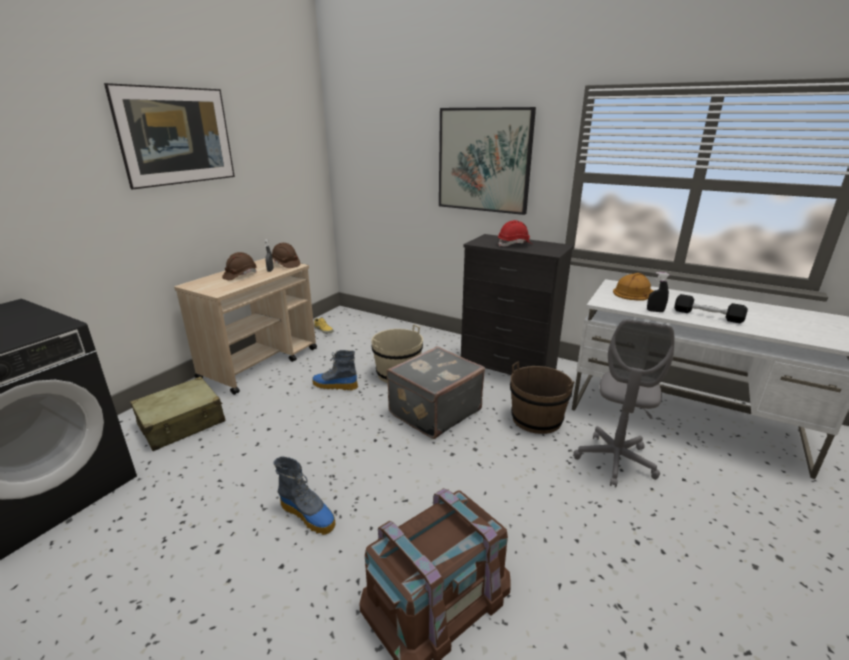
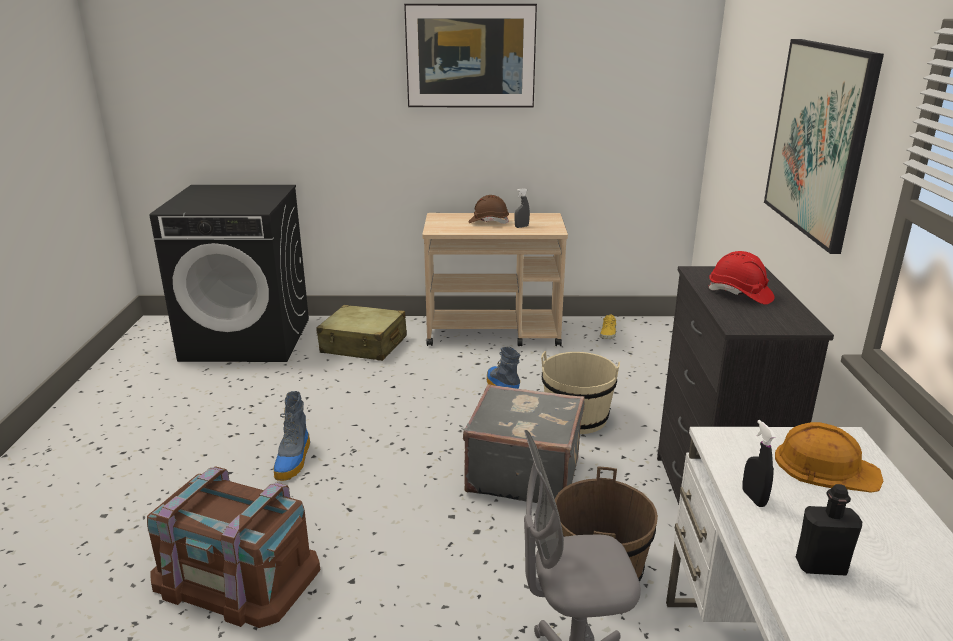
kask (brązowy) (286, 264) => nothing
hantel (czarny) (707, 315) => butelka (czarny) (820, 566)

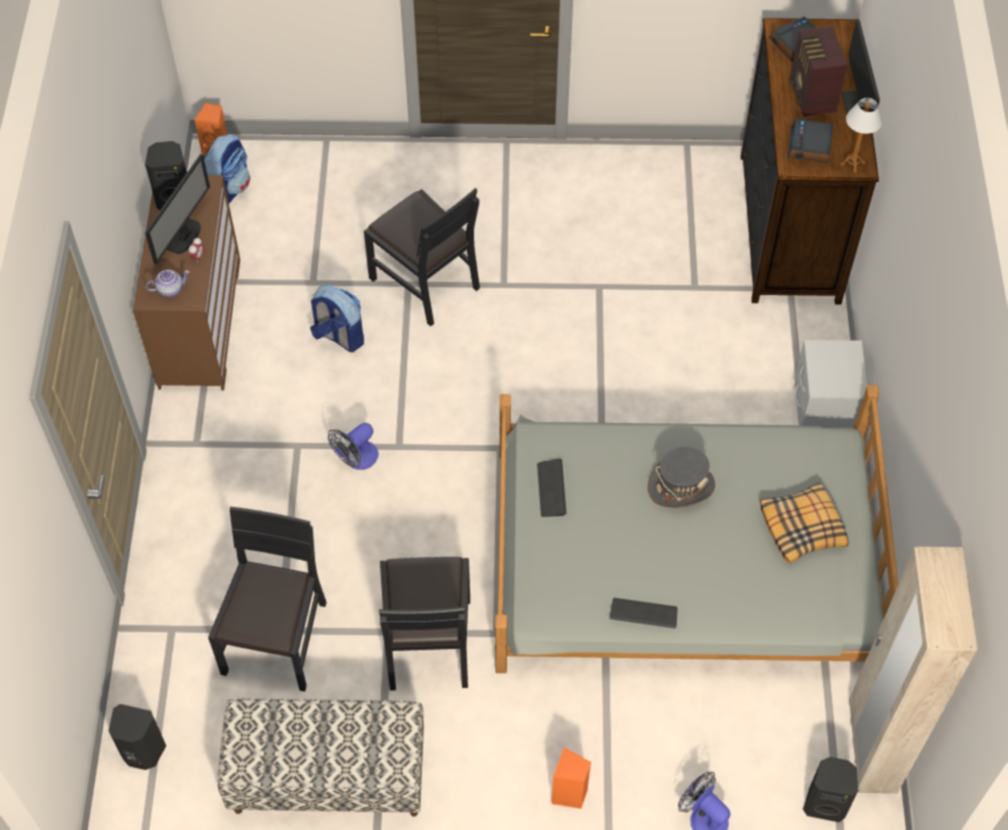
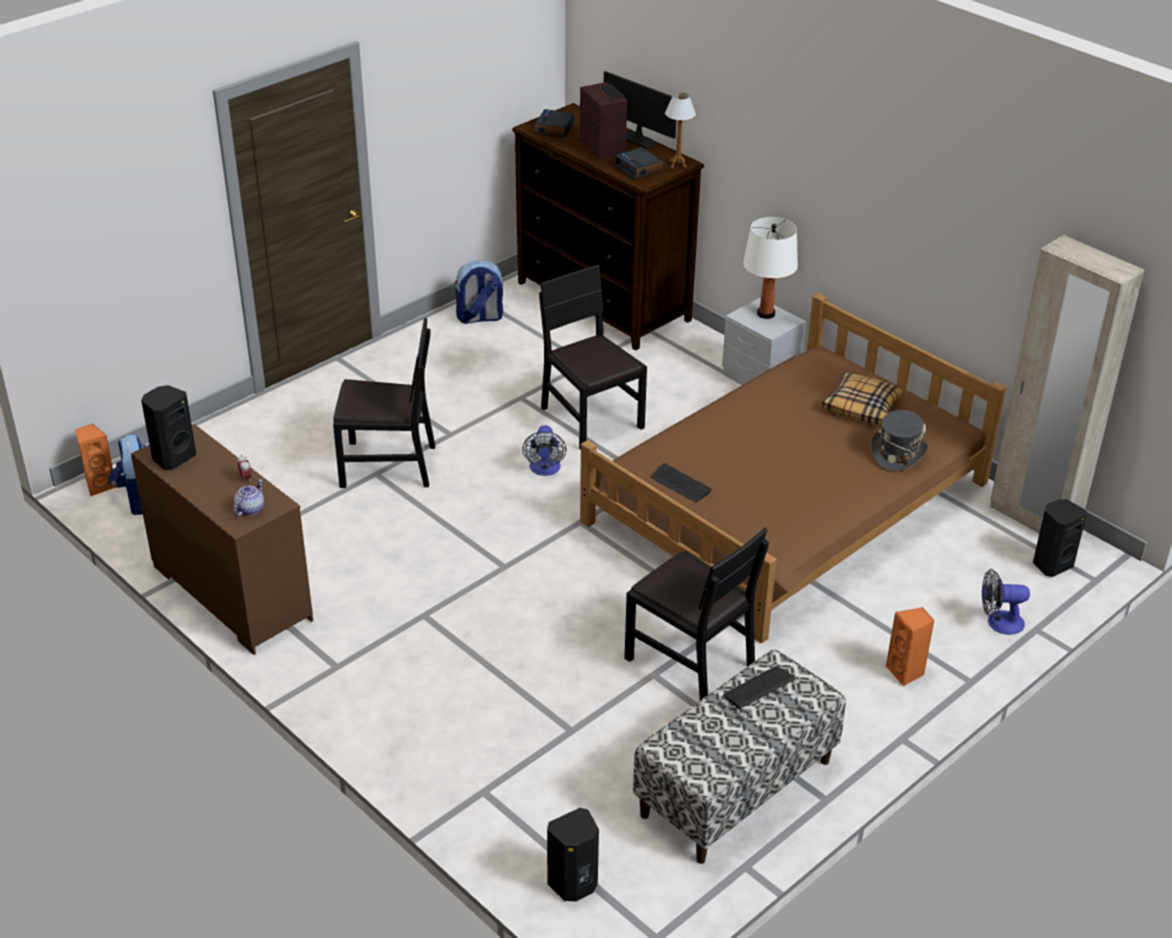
monitor (185, 237) => nothing
krzesło (czarny) (276, 639) => krzesło (czarny) (591, 419), moved
plecak (339, 336) => plecak (479, 318), moved
wentylator (356, 459) => wentylator (545, 469), moved
łóżko (szary) (680, 559) => łóżko (brązowy) (786, 503)
klawiatura (643, 613) => klawiatura (758, 688), moved
kapelusz (szary) (681, 486) => kapelusz (szary) (897, 453), moved
radio (811, 96) => radio (603, 147), 150 degrees counterclockwise
nothing => lampa stołowa (biały) (766, 314)

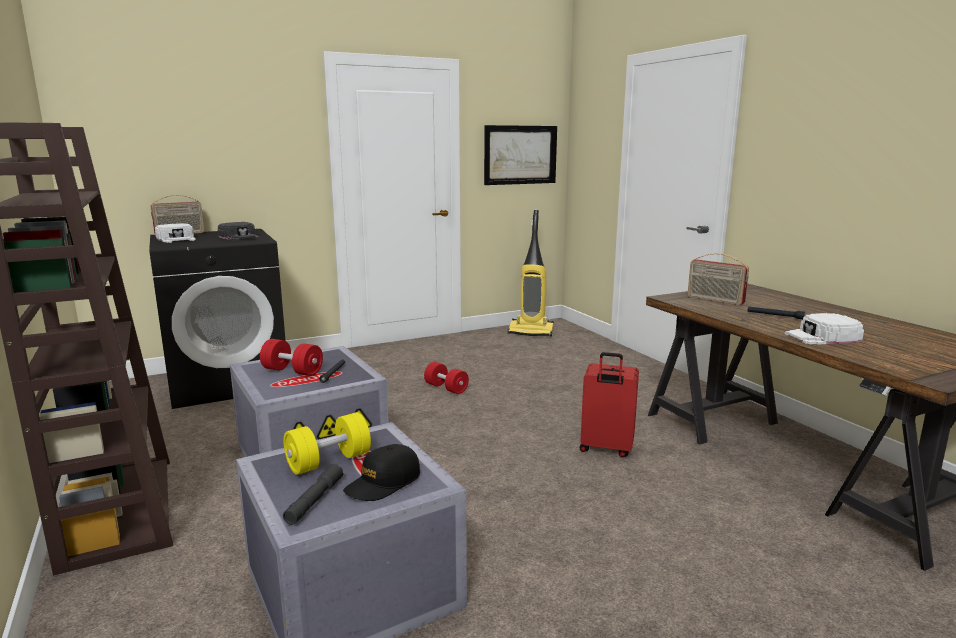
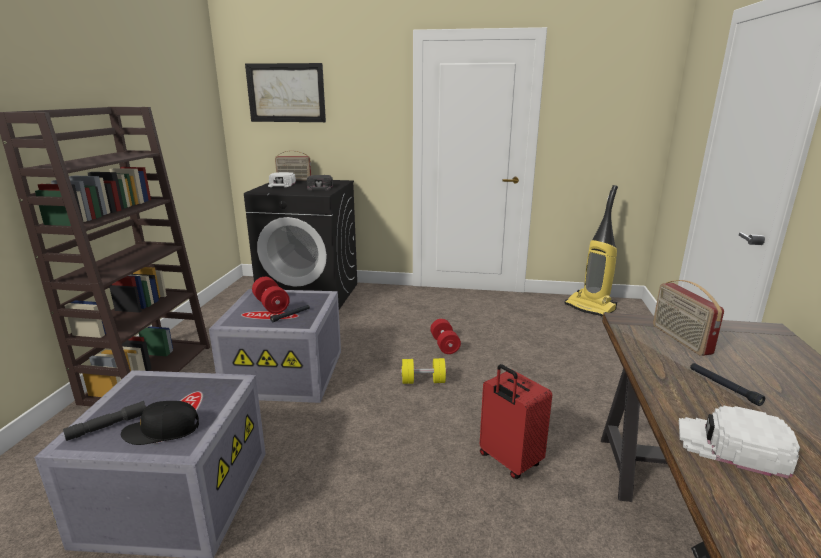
hantel (żółty) (328, 461) => hantel (żółty) (423, 381), moved
obraz (520, 155) => obraz (286, 93), moved

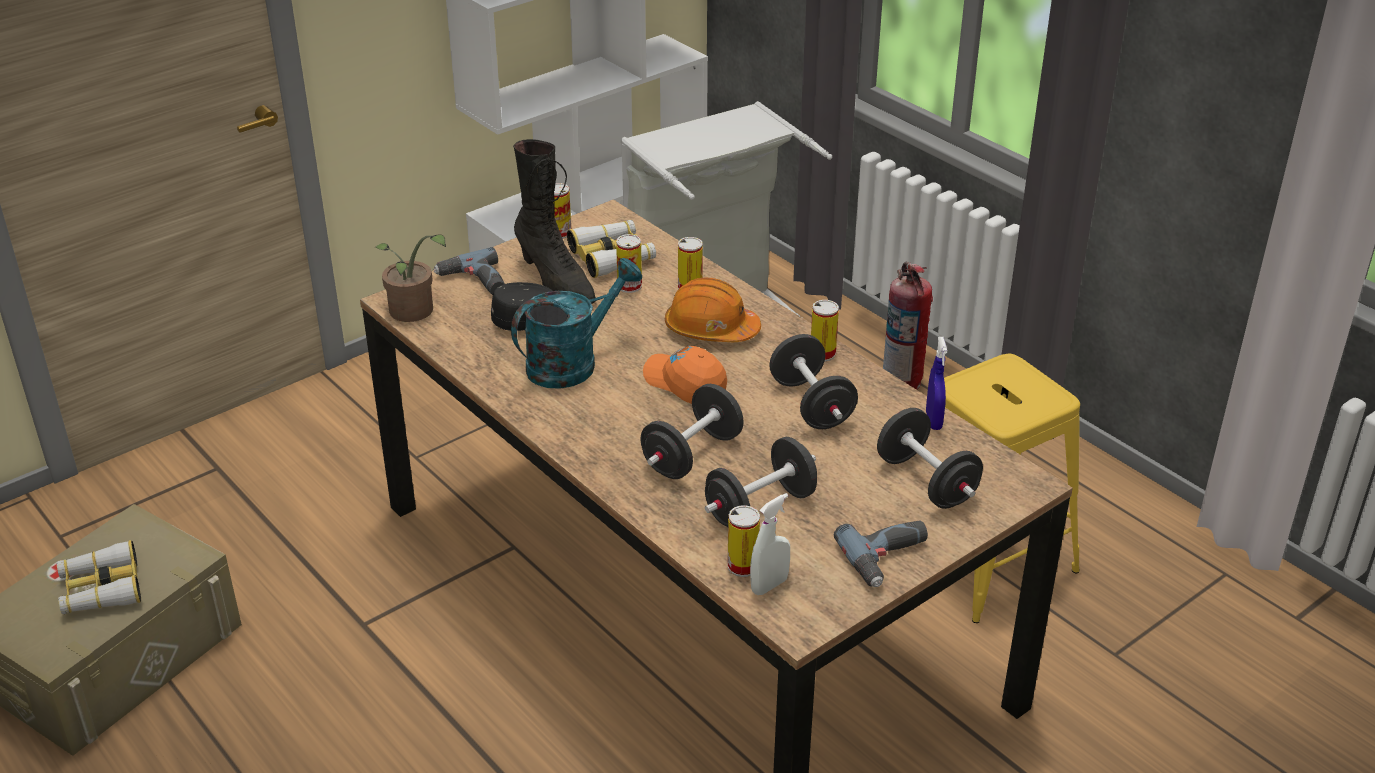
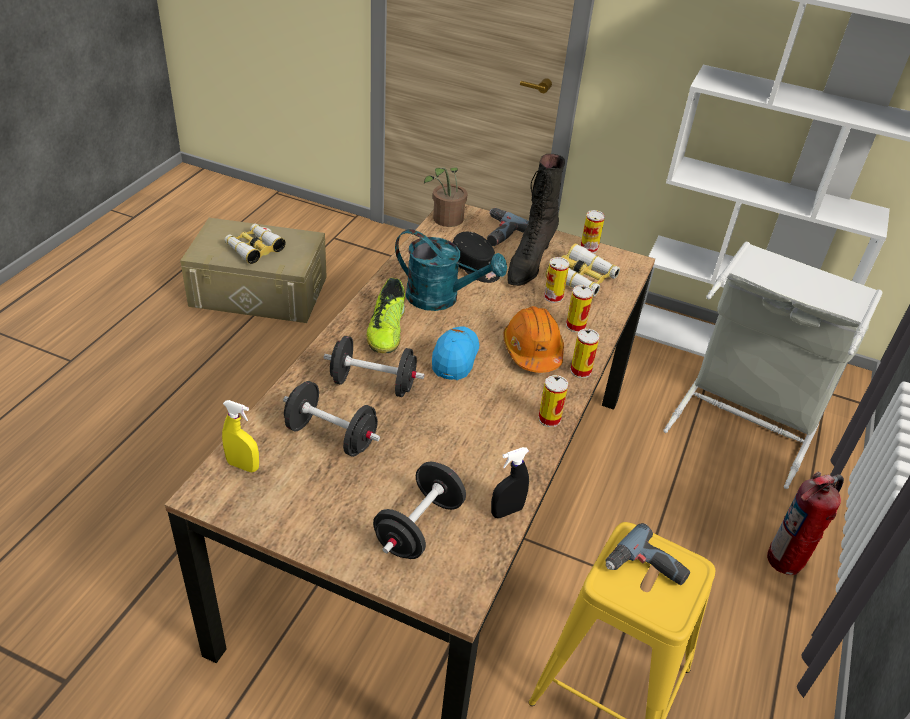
czapka z daszkiem (pomarańczowy) (685, 384) => czapka z daszkiem (niebieski) (455, 357)
puszka (742, 566) => puszka (580, 371), moved
spryskiwacz (biały) (769, 585) => spryskiwacz (żółty) (243, 466)
hantel (czarny) (811, 405) => nothing
wiertarka (889, 559) => wiertarka (646, 569), moved
spryskiwacz (niebieski) (933, 420) => spryskiwacz (czarny) (507, 511)
nothing => but (386, 330)

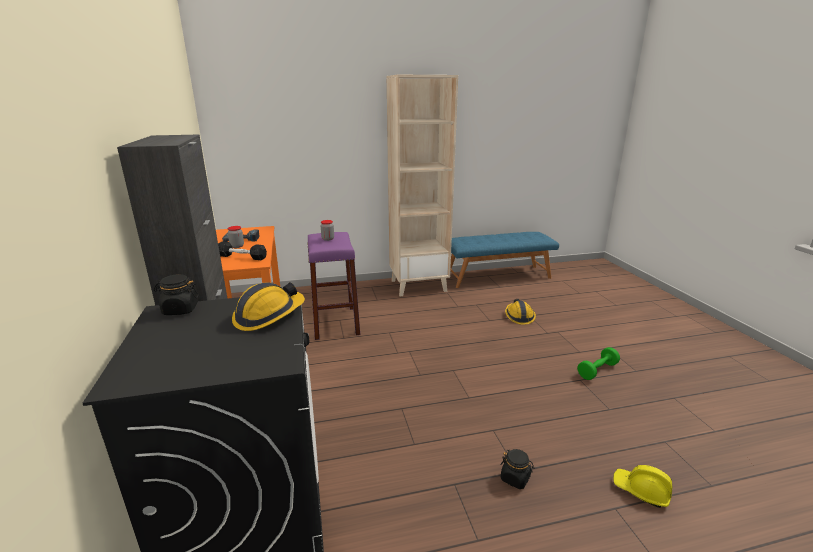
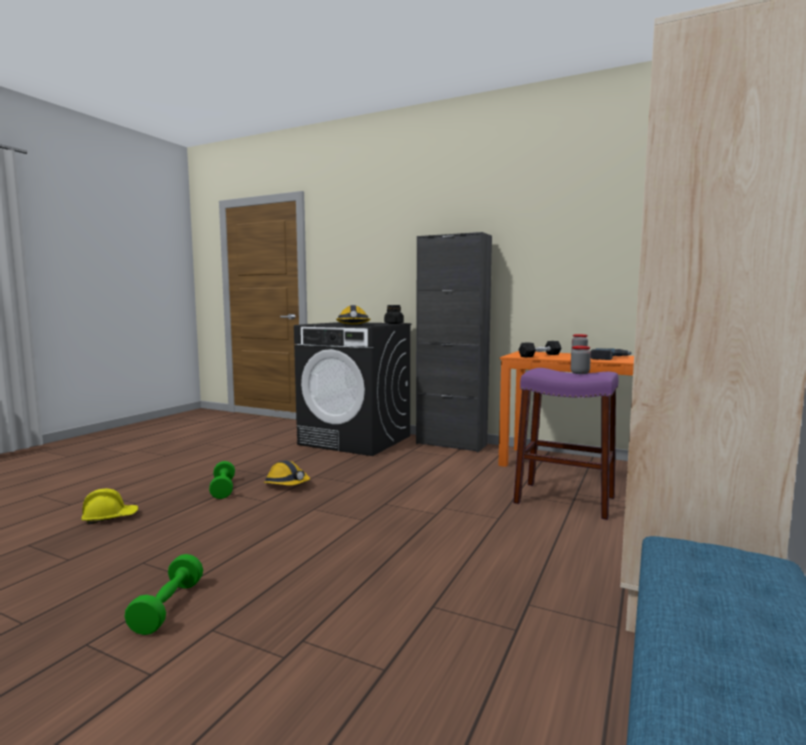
słoik (czarny) (515, 478) => hantel (zielony) (223, 489)
kask (519, 316) => kask (287, 484), moved

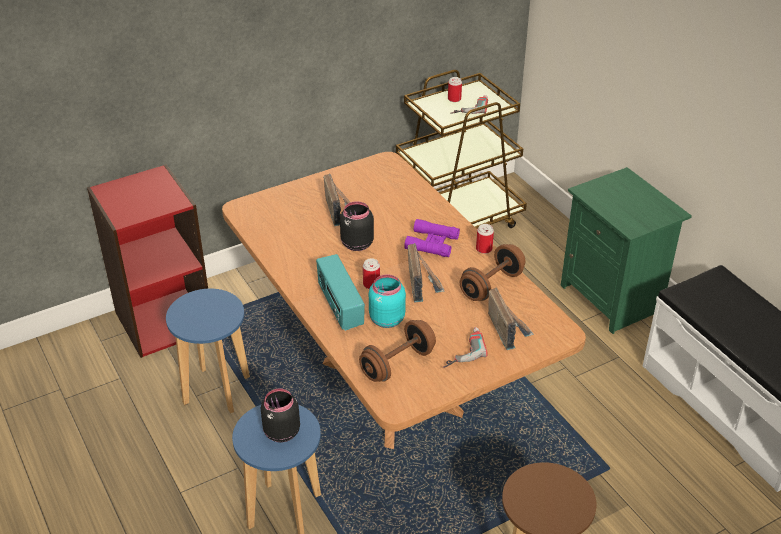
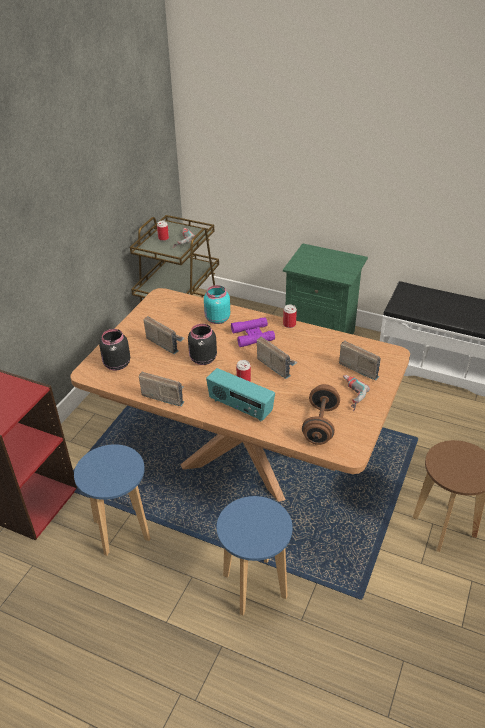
słoik (czarny) (280, 432) => słoik (czarny) (116, 365), moved
słoik (turkusowy) (385, 319) => słoik (turkusowy) (217, 319), moved
hantel (brązowy) (491, 285) => nothing
nothing => radio (164, 395)

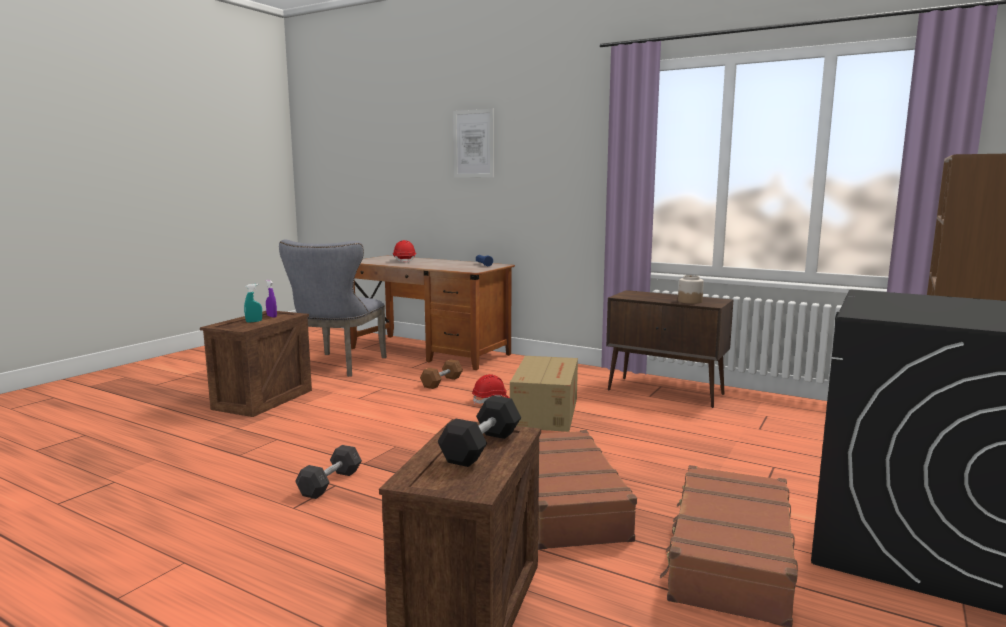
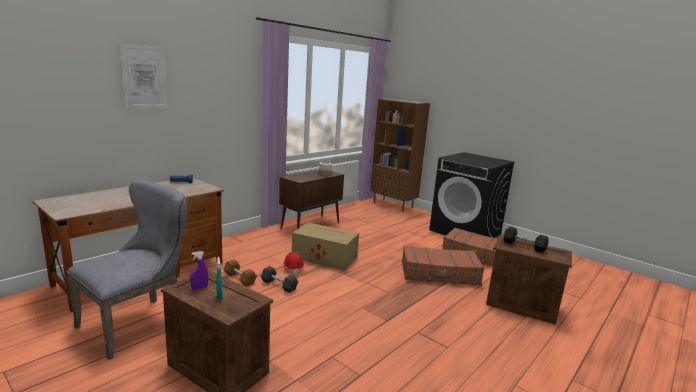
krzesło (szary) (338, 366) => krzesło (szary) (138, 322), 75 degrees counterclockwise
hantel (szary) (330, 483) => hantel (szary) (279, 285), moved
kask (czerwony) (404, 261) => nothing

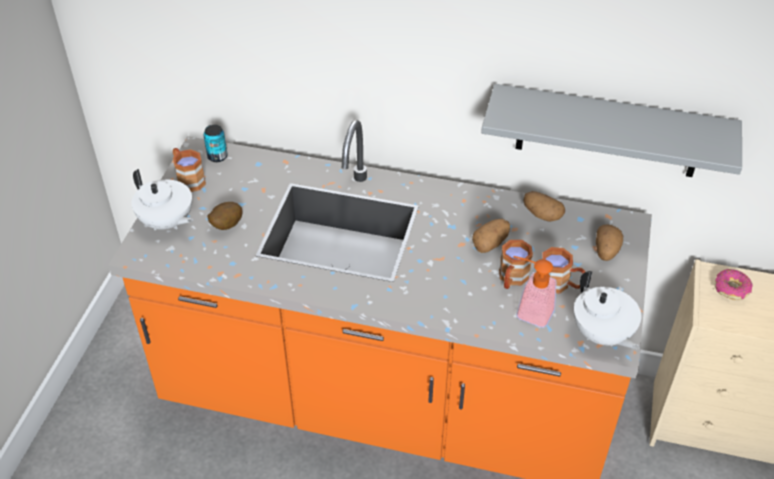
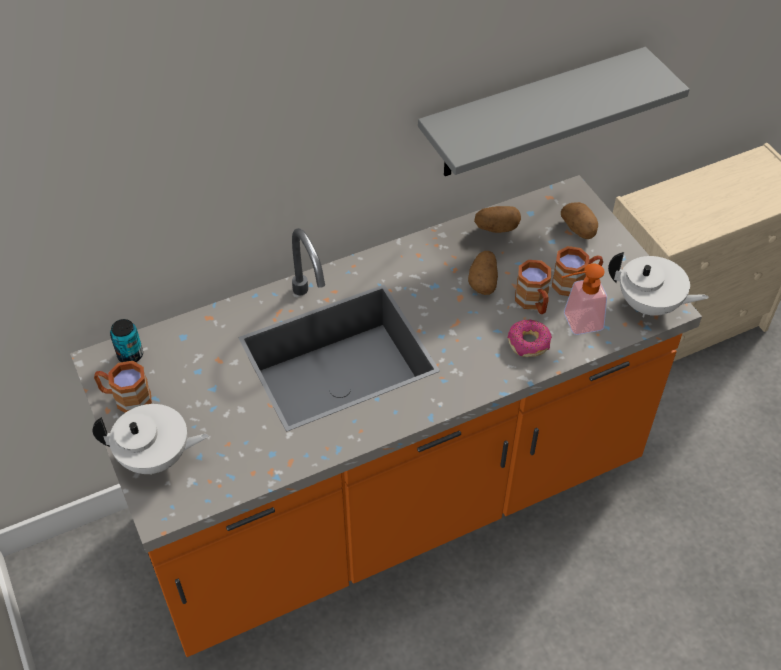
ziemniak (225, 225) => nothing
donut (731, 289) => donut (529, 343), moved

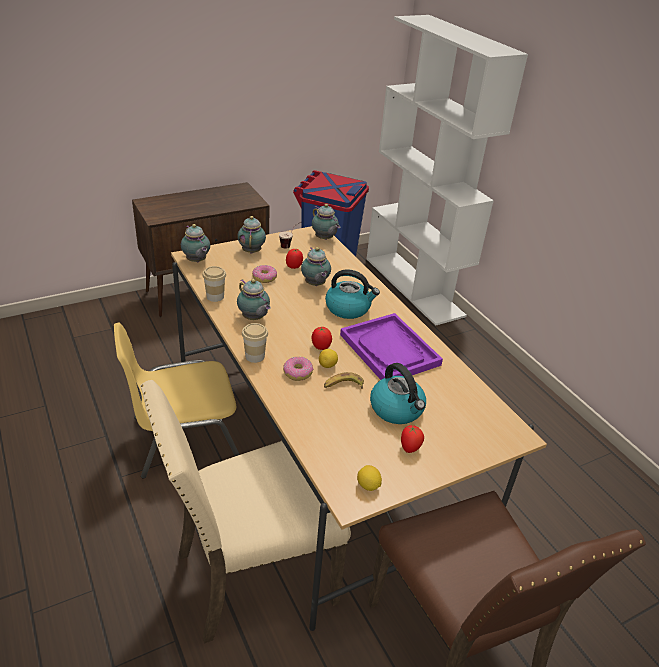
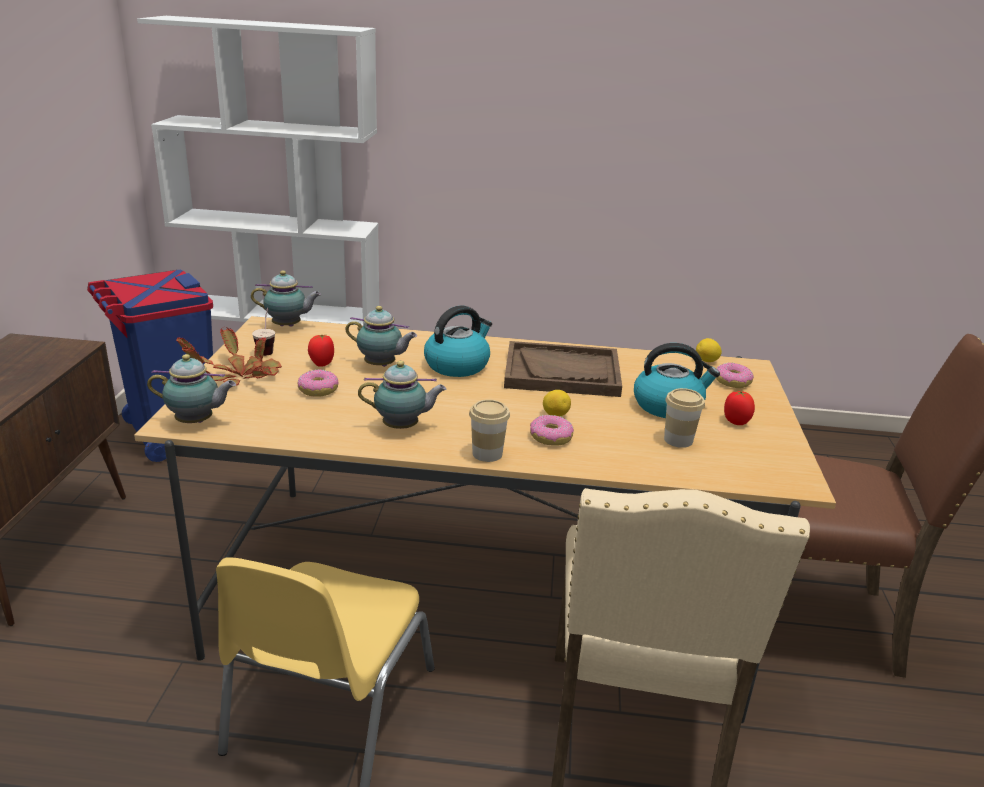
filiżanka (215, 296) => filiżanka (678, 440), moved
imbryk (252, 251) => roślina doniczkowa (238, 376)
pomidor (320, 347) => nothing
banan (343, 385) => nothing
taca (fioletowy) (390, 350) => taca (brązowy) (562, 372)
cytryna (368, 486) => cytryna (706, 361), moved
nothing => donut (732, 382)

